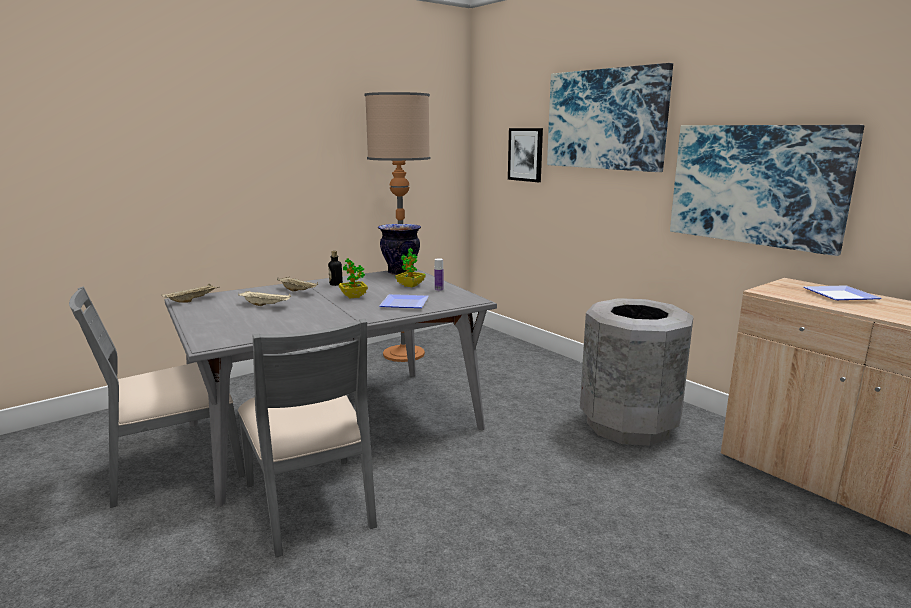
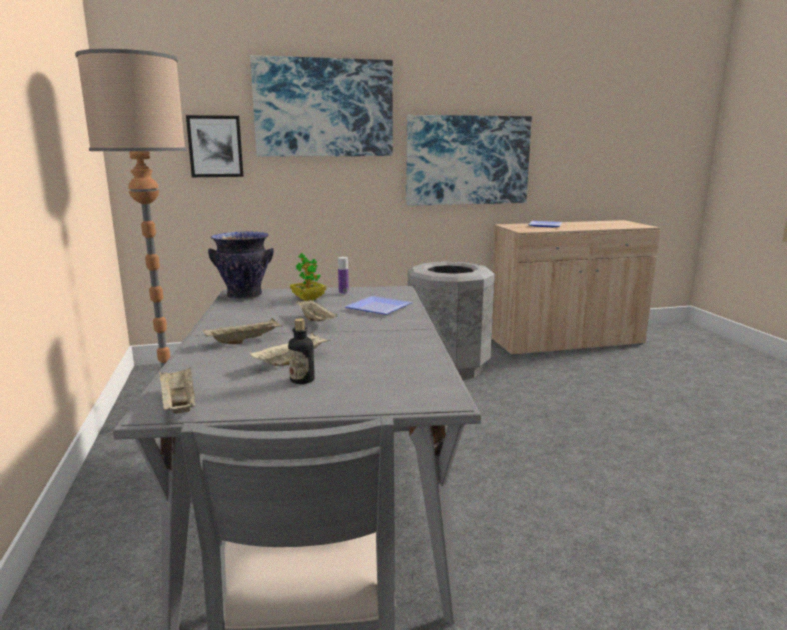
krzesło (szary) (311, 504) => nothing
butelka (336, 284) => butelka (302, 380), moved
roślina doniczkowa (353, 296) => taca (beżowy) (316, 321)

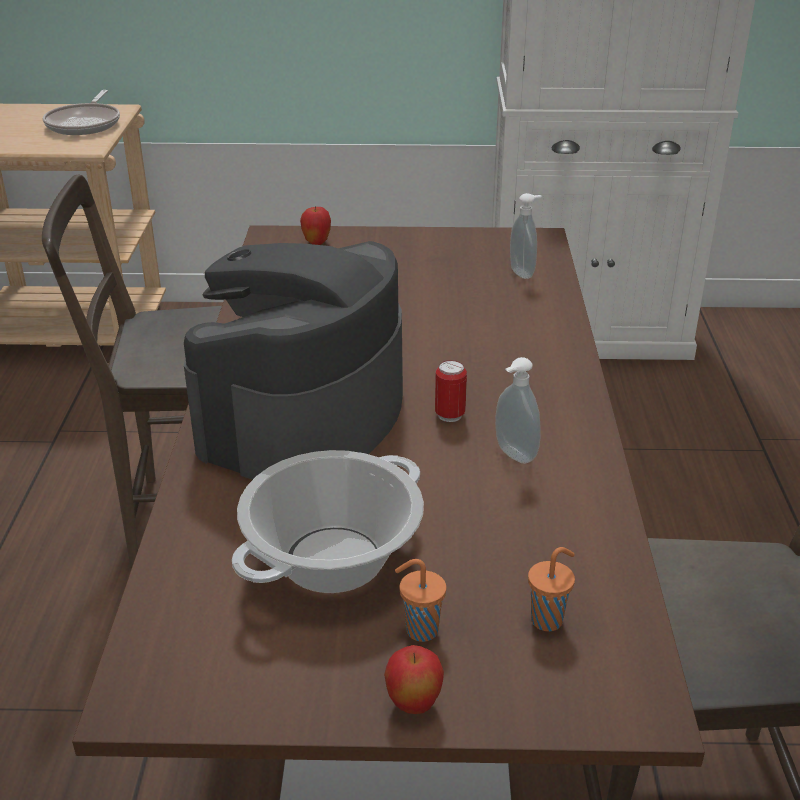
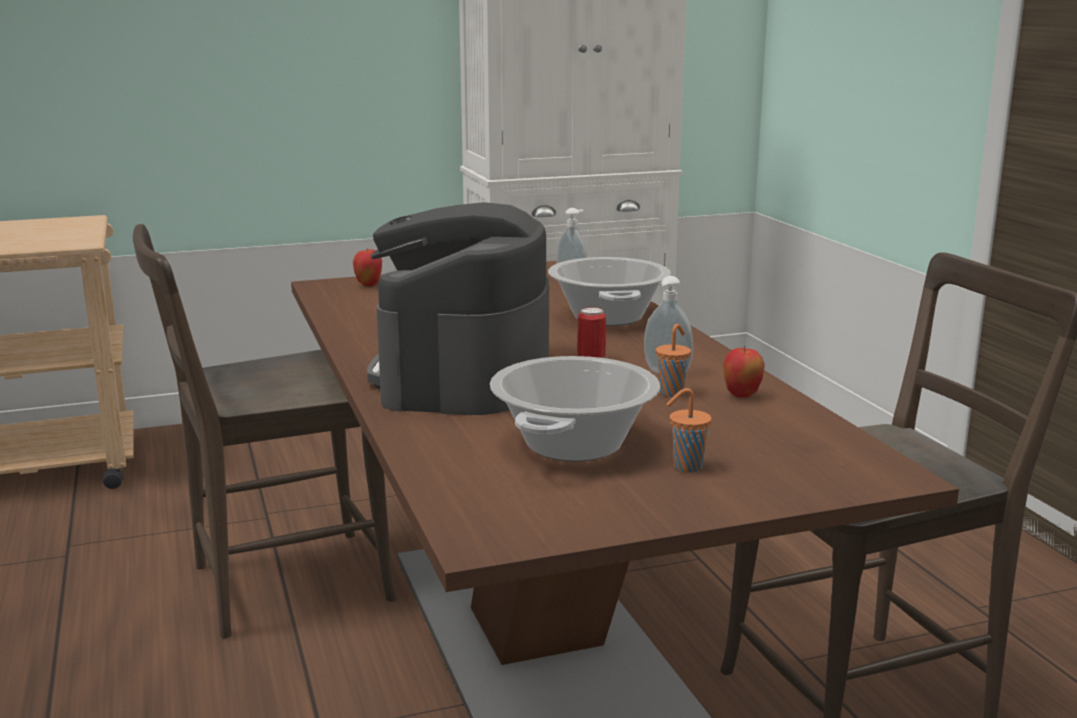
patelnia (85, 124) => nothing
jabłko (413, 705) => jabłko (741, 396), moved
filiżanka (pomarańczowy) (548, 619) => filiżanka (pomarańczowy) (672, 393), moved
nothing => garnek (607, 317)

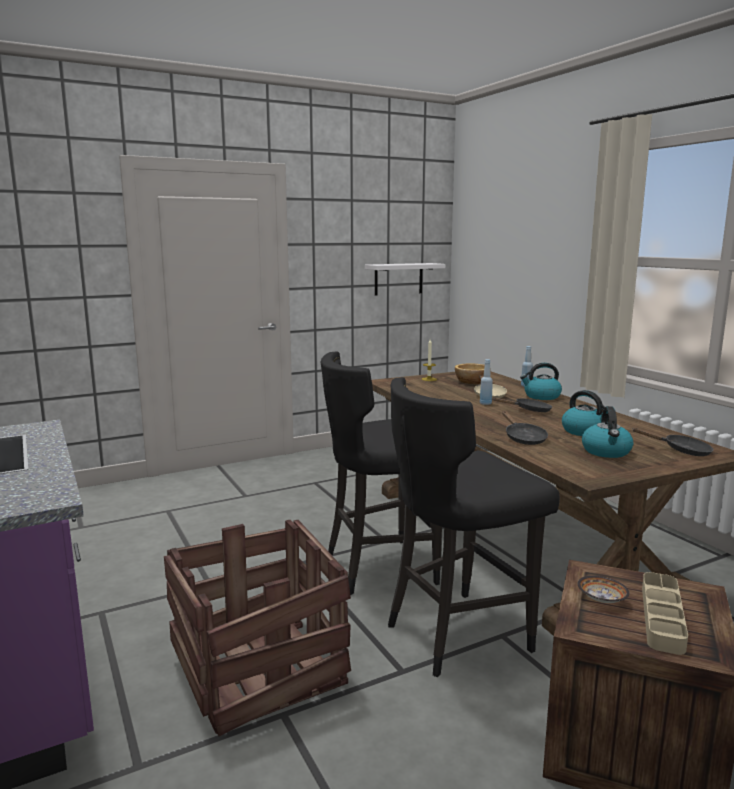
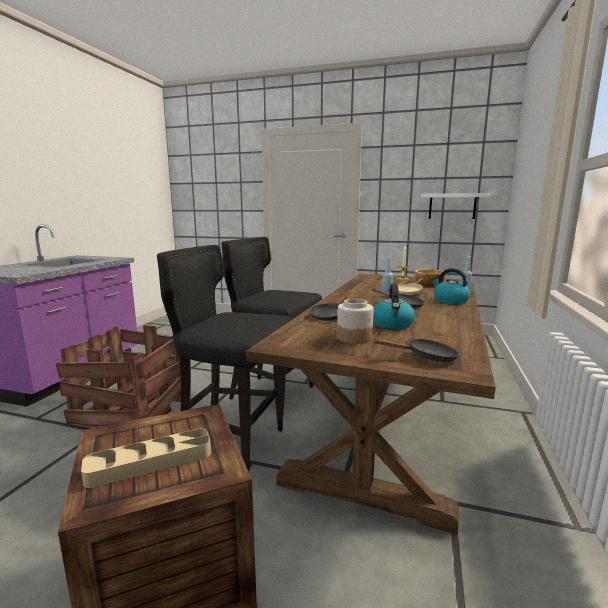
miska (601, 600) => nothing
czajnik (606, 452) => słoik (355, 338)
patelnia (czarny) (682, 451) => patelnia (czarny) (426, 357), 75 degrees counterclockwise

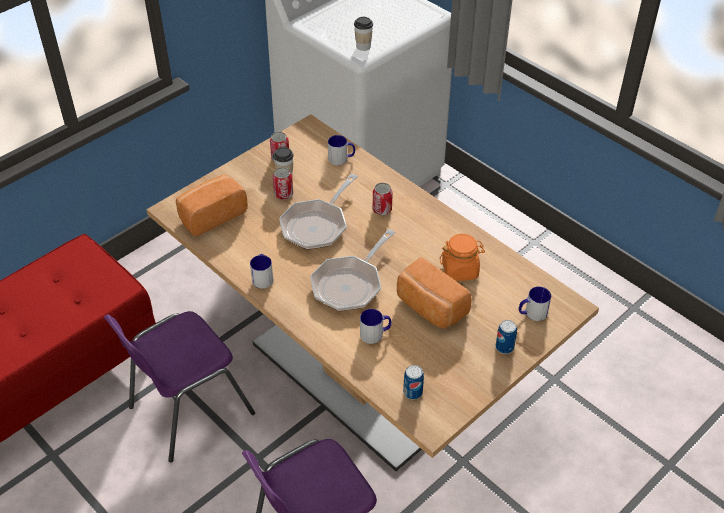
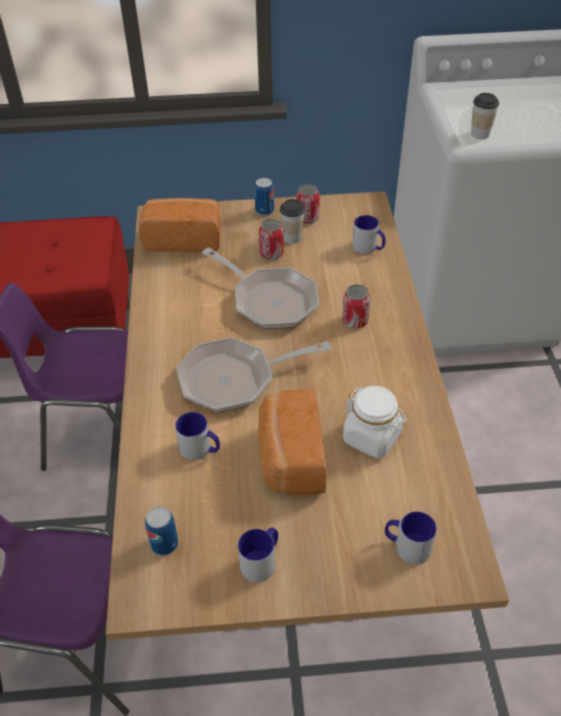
kubek (262, 277) => kubek (262, 561), moved
patelnia (317, 225) => patelnia (270, 301), 120 degrees counterclockwise
słoik (pomarańczowy) (460, 270) => słoik (biały) (372, 437)
puszka (504, 347) => puszka (264, 211), moved

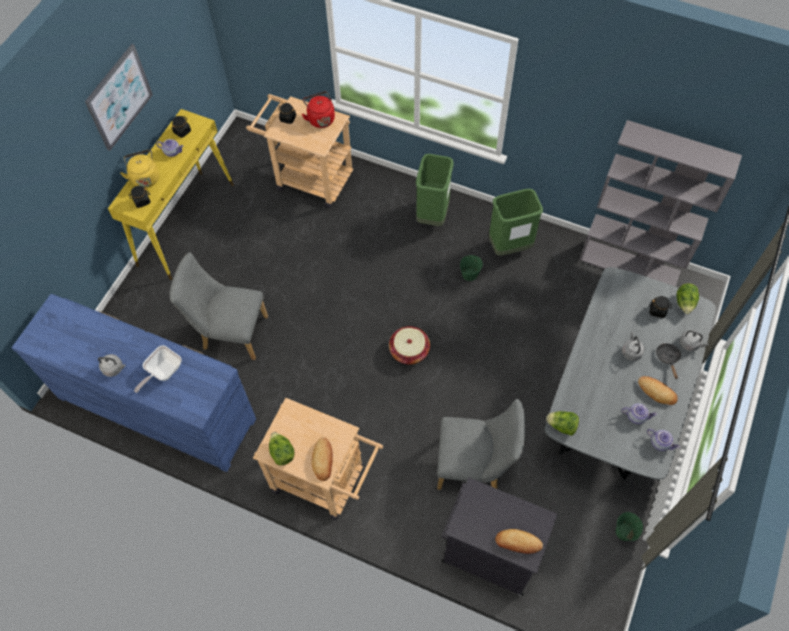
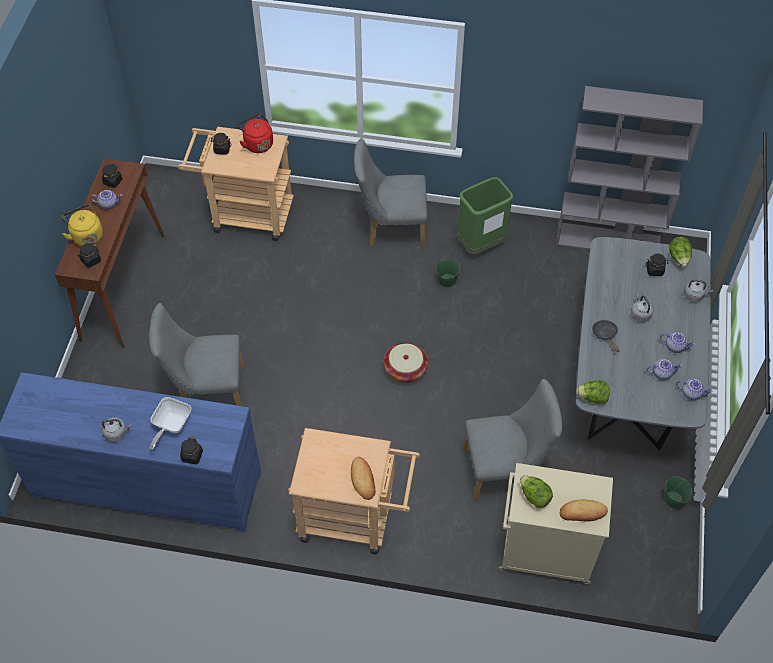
obraz (119, 97) => nothing
stolik konsolowy (żółty) (186, 223) => stolik konsolowy (brązowy) (123, 286)
sałata (282, 453) => sałata (534, 496), moved
kosz na śmieci (zielony) (432, 215) => krzesło (szary) (391, 227)
szafka (czarny) (488, 553) => szafka (beżowy) (544, 551)
chleb (656, 392) => imbryk (675, 346)
patelnia (czarny) (668, 358) => patelnia (czarny) (605, 334), moved
nothing => słoik (czarny) (192, 456)

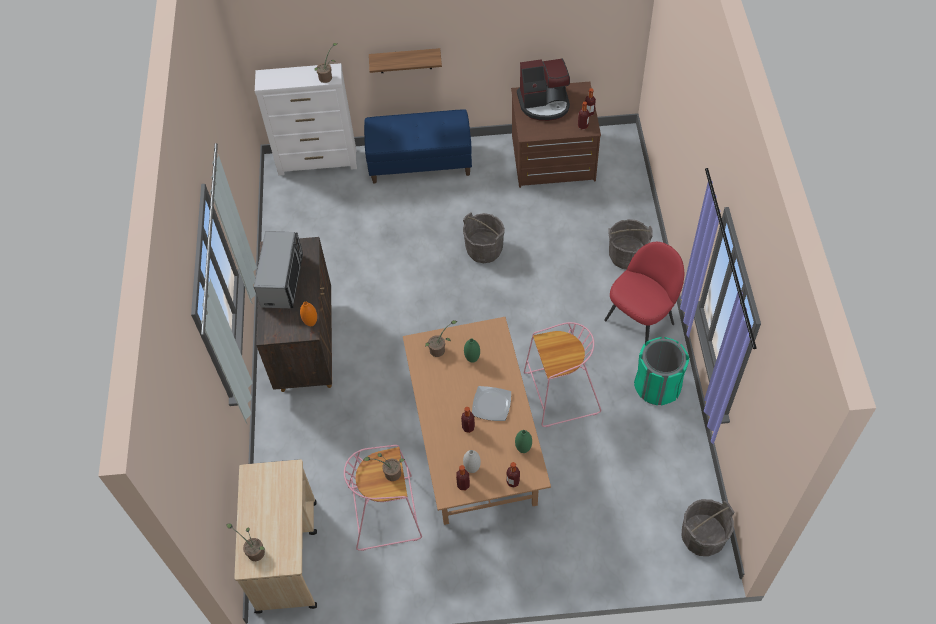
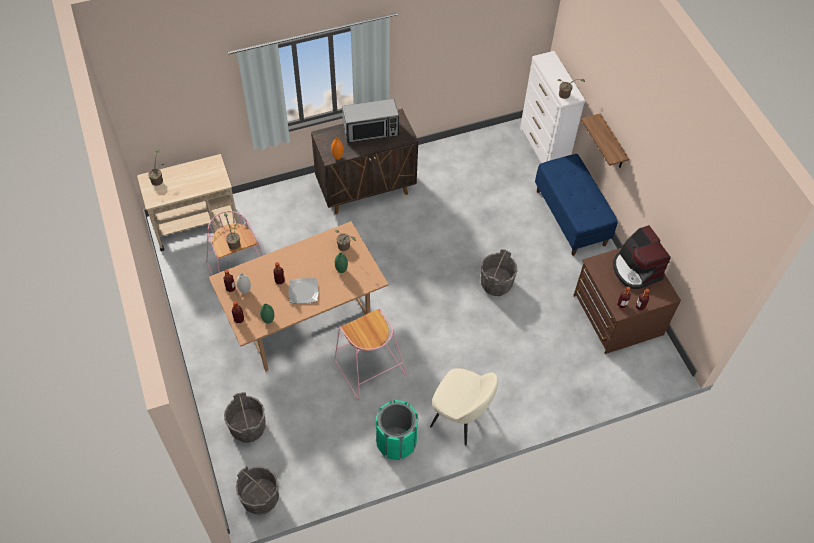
krzesło (czerwony) (640, 320) => krzesło (beżowy) (461, 417)
wiadro (szary) (627, 255) => wiadro (szary) (248, 427), moved

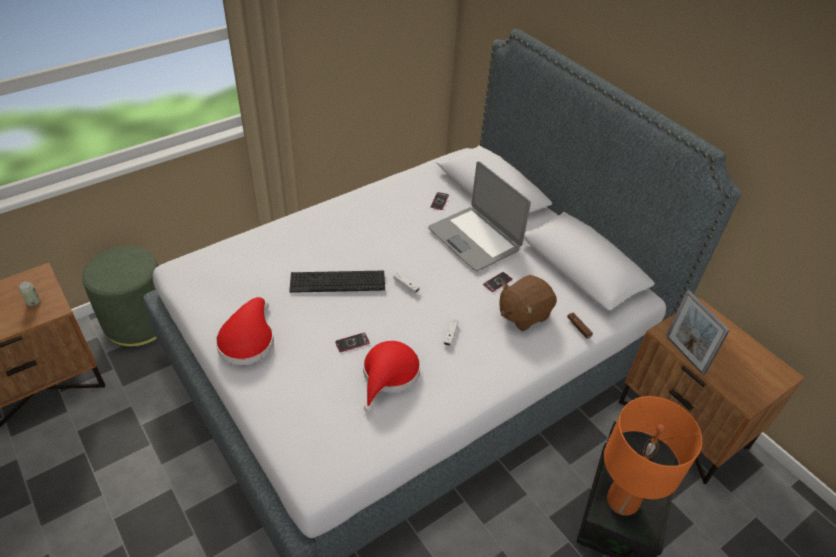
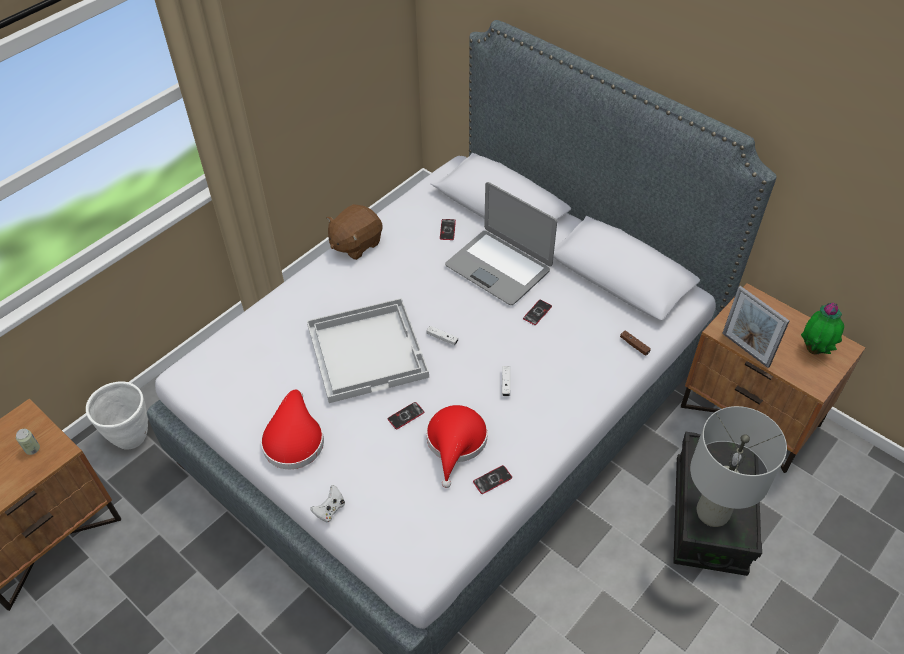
pufa (zielony) (139, 322) => donica (biały) (131, 436)
klawiatura (337, 281) => taca (biały) (368, 350)
pluszak (brązowy) (523, 314) => pluszak (brązowy) (355, 244), moved
lampa stołowa (pomarańczowy) (621, 501) => lampa stołowa (szary) (711, 513)
nothing => pad do gier (biały) (330, 509)
nothing => telefon (492, 480)
nothing => roślina doniczkowa (814, 349)

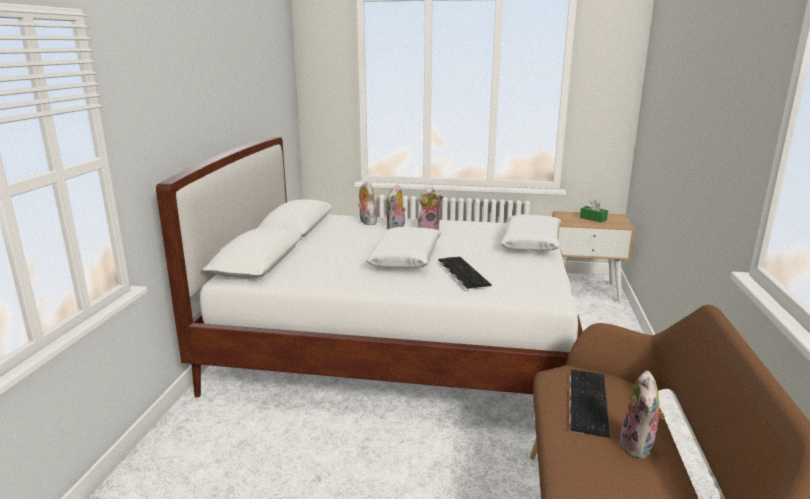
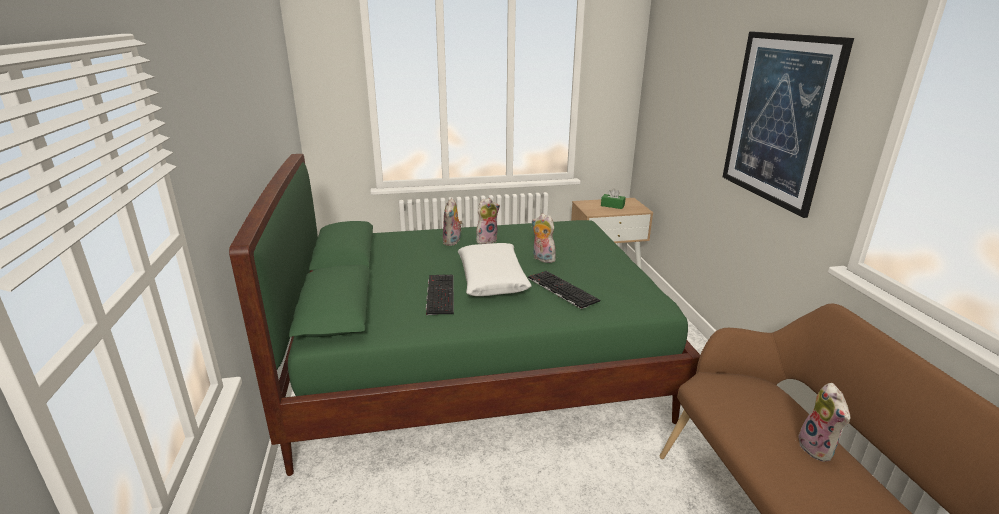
łóżko (biały) (397, 347) => łóżko (zielony) (474, 364)
pluszak (366, 222) => pluszak (542, 259), moved
poduszka (biały) (531, 242) => nothing
klawiatura (586, 400) => klawiatura (439, 294), moved
nothing => obraz (779, 119)

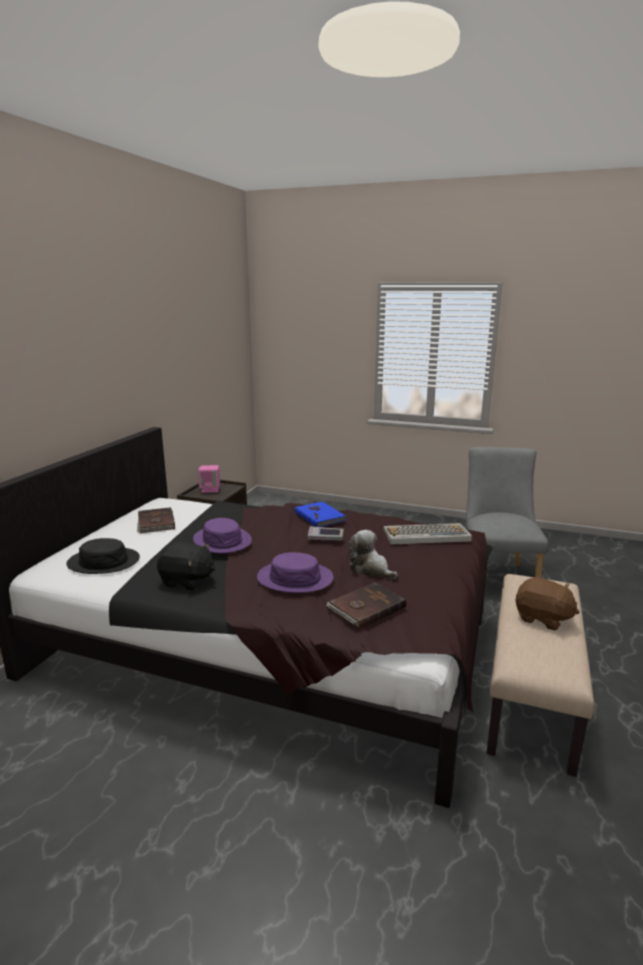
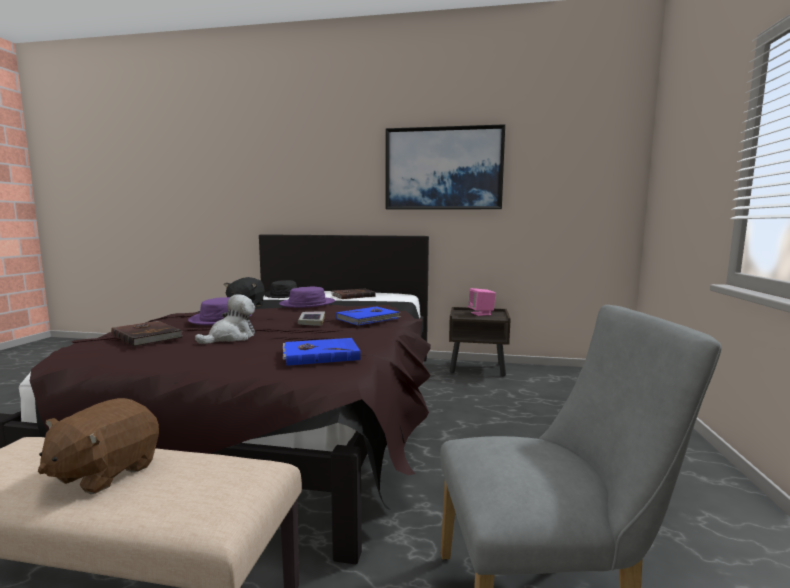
klawiatura (425, 535) => książka (niebieski) (320, 354)
nothing => obraz (443, 169)

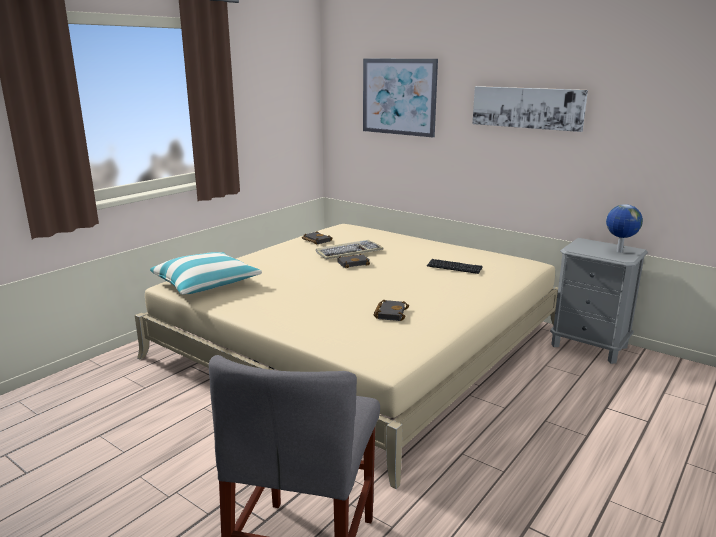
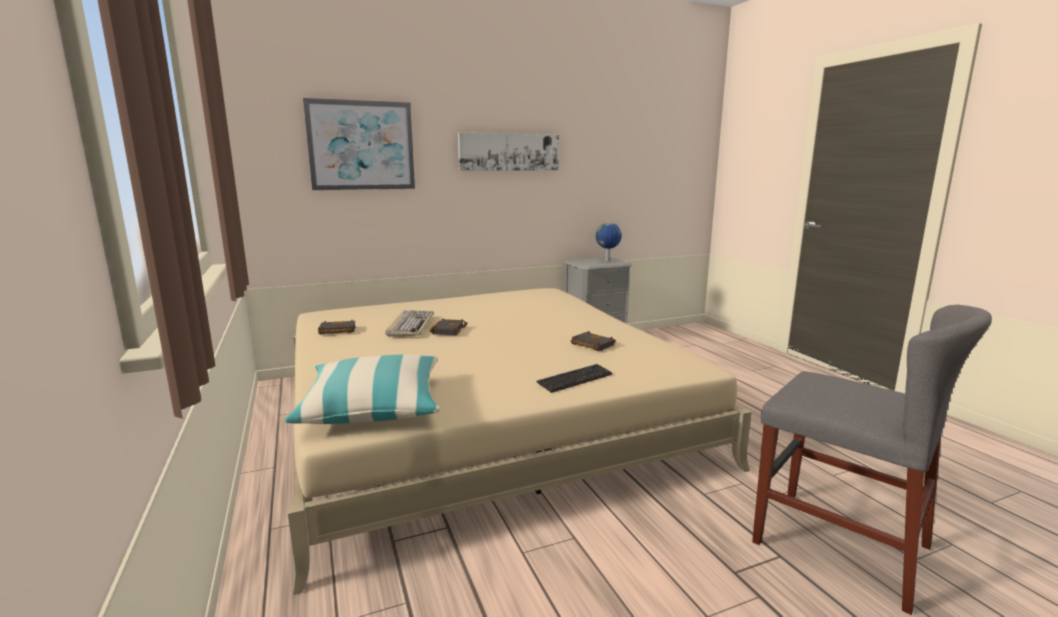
klawiatura (454, 267) => klawiatura (575, 379), moved

